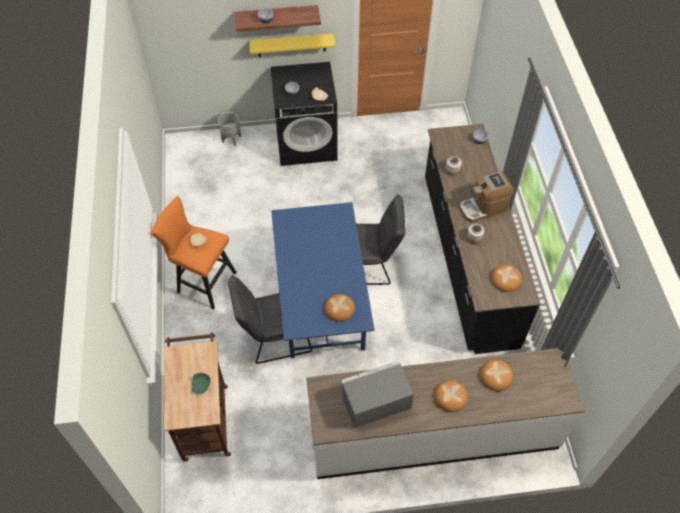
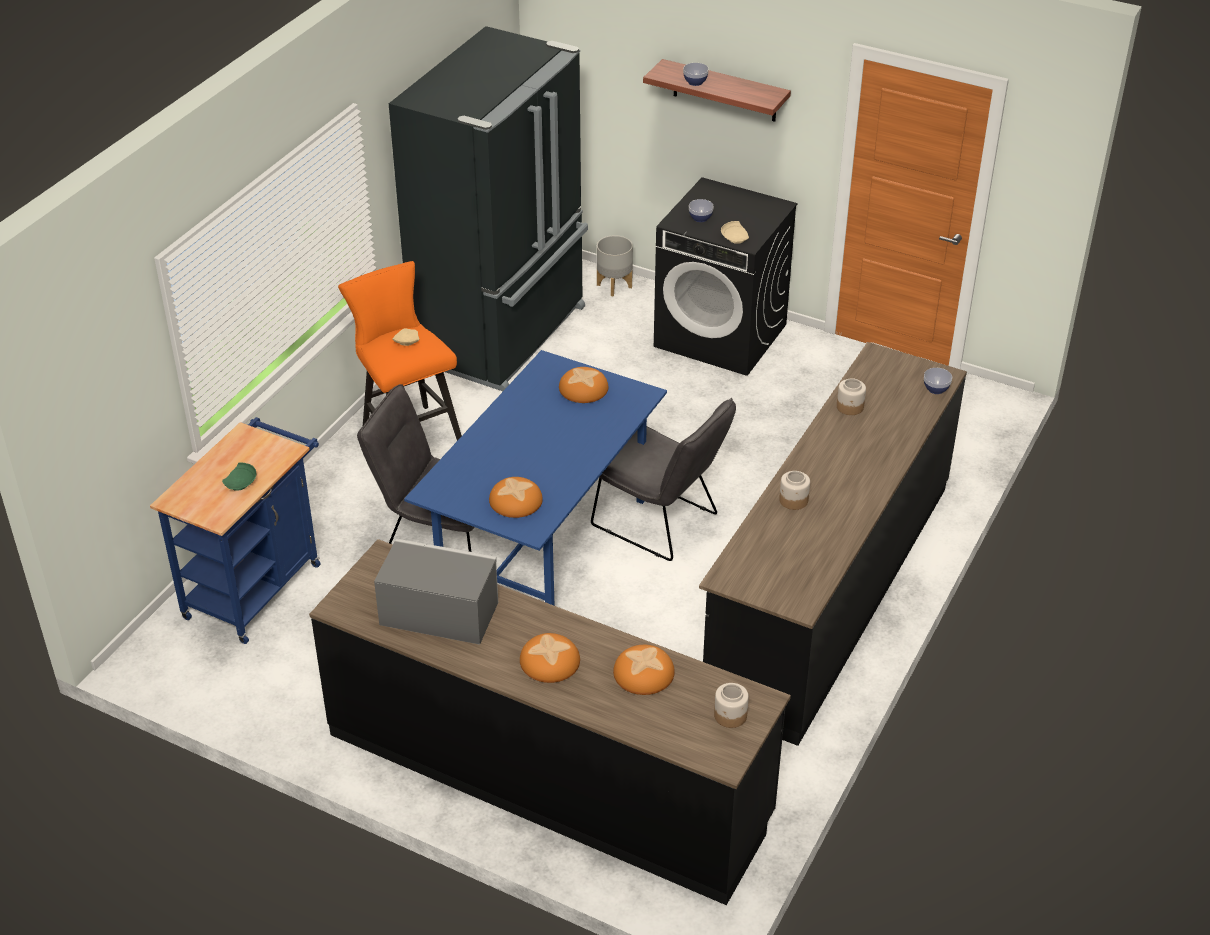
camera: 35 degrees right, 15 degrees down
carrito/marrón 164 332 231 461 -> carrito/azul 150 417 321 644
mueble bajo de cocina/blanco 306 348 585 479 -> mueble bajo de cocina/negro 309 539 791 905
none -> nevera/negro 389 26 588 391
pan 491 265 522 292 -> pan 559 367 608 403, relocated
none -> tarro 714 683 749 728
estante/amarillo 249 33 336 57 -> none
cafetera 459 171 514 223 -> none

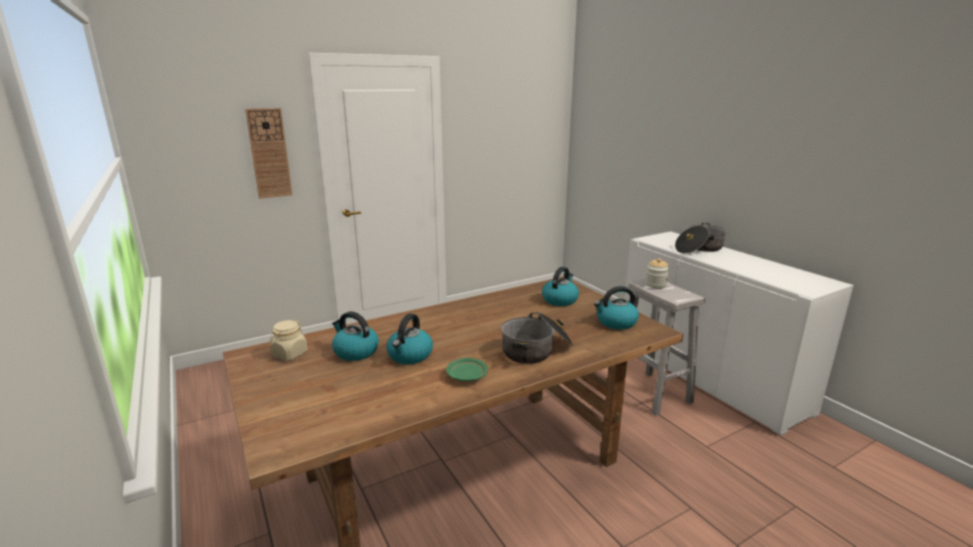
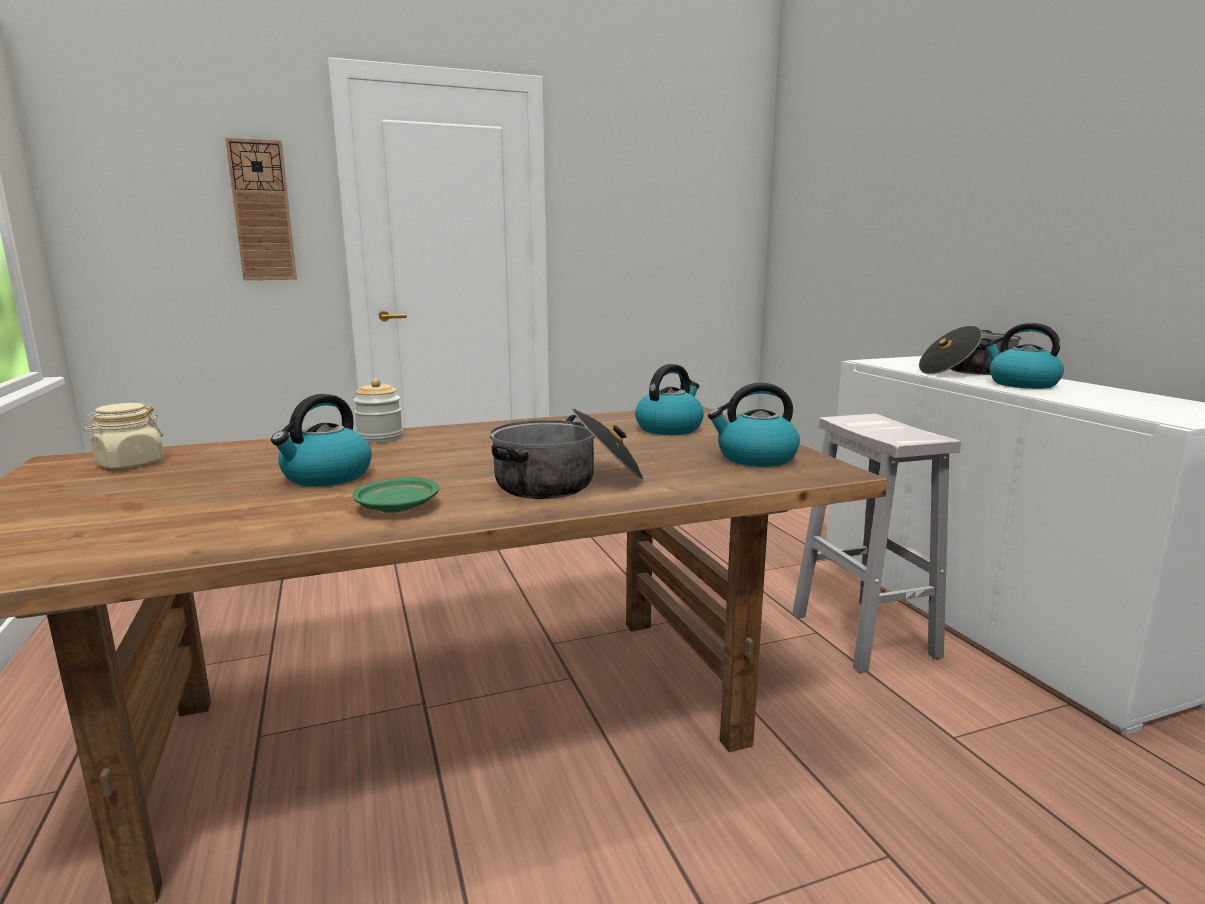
camera: 10 degrees right, 5 degrees down
tarro 646 258 669 288 -> tarro 353 378 403 443, relocated
hervidor 332 311 379 361 -> hervidor 984 323 1064 389, relocated

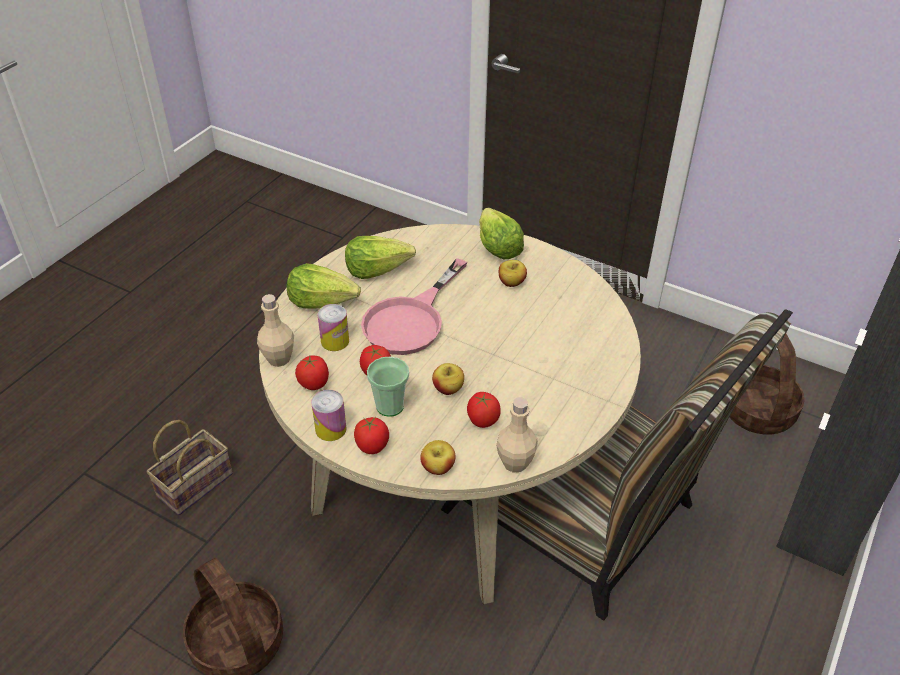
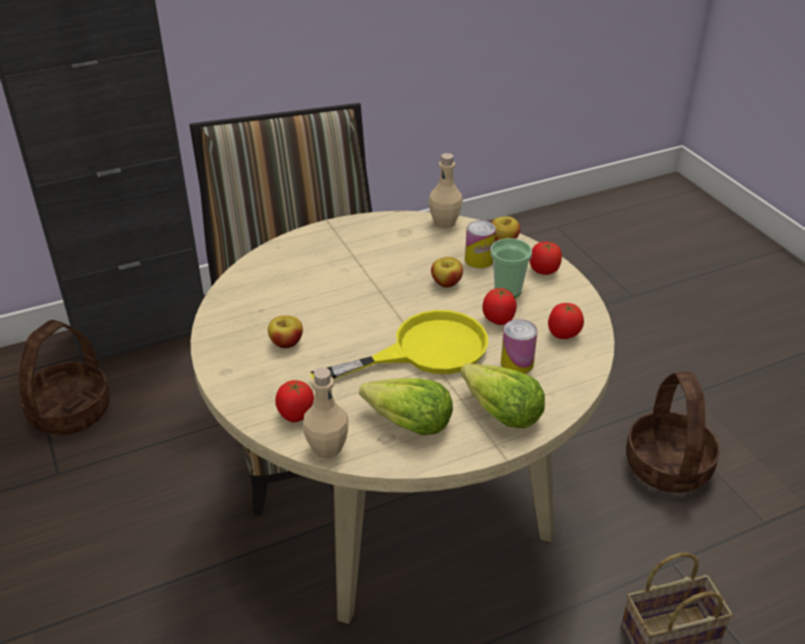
camera: 145 degrees left, 5 degrees down
tomate 467 392 501 428 -> tomate 275 380 314 422, relocated
botella/beis 257 294 294 367 -> botella/beis 303 367 348 459, relocated
sartén/rosa 361 258 467 355 -> sartén/amarillo 310 310 488 379
lata 311 390 347 441 -> lata 465 220 496 268, relocated
lechuga 479 208 524 259 -> none

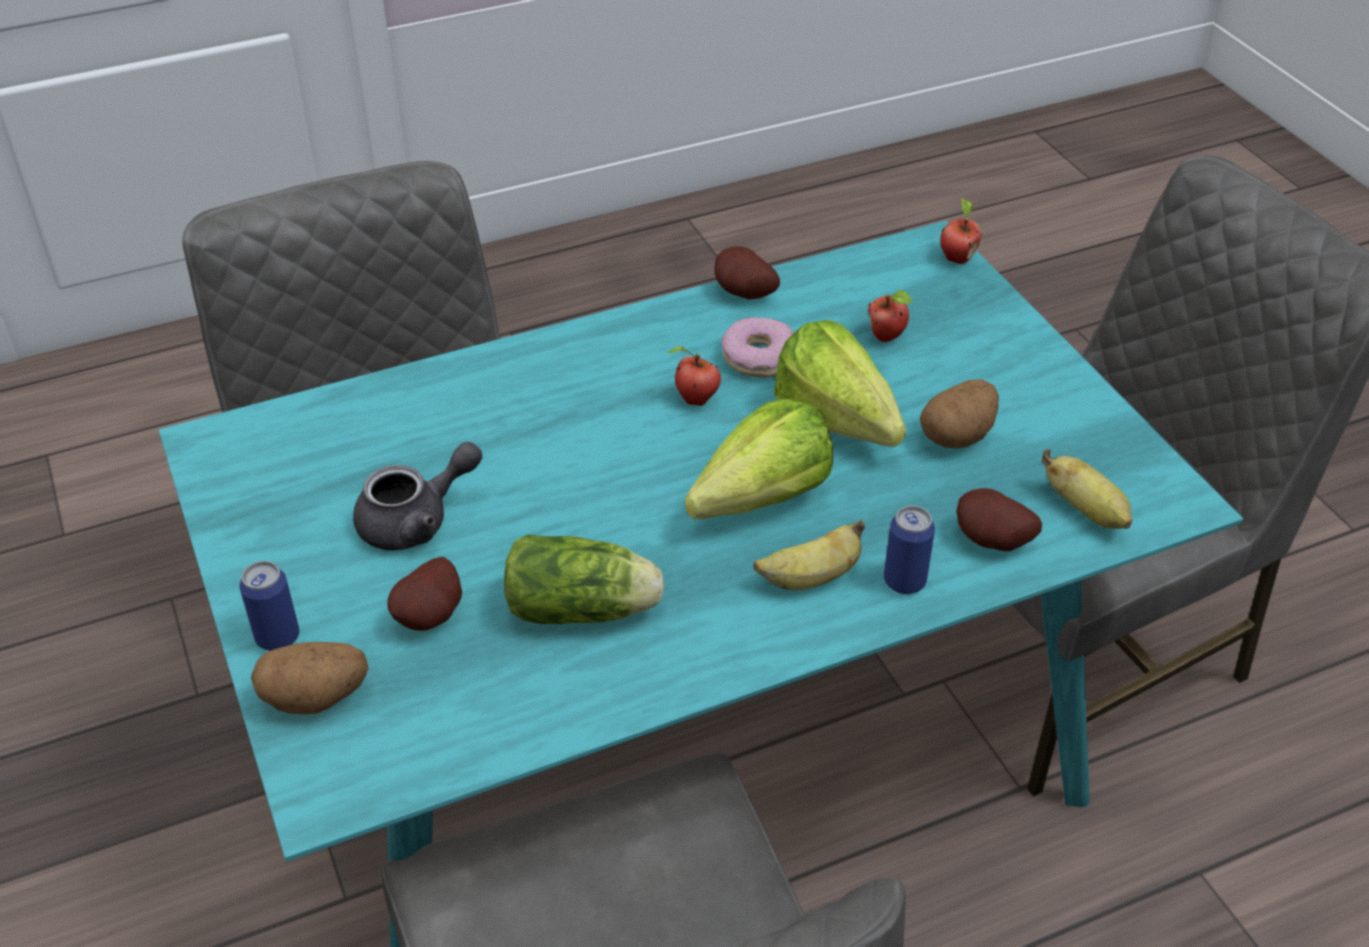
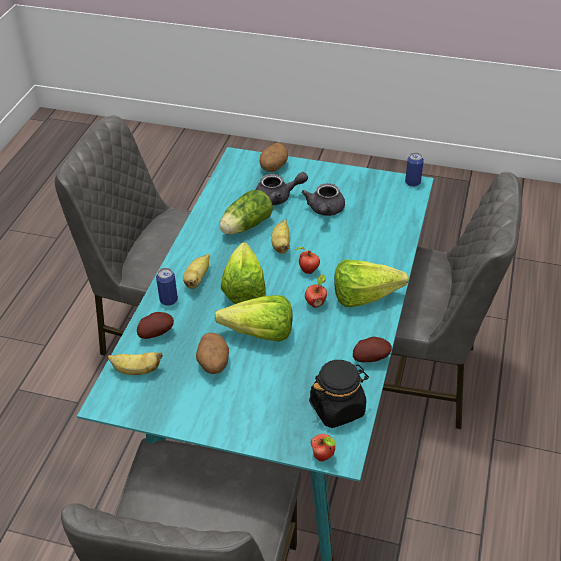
camera: 130 degrees right, 0 degrees up
patata 387 557 462 631 -> tetera/gris 256 172 308 205
none -> plátano 271 219 290 254
manzana 868 290 912 342 -> manzana 296 247 320 274, relocated
none -> tarro/negro 309 360 369 428
none -> lechuga 334 260 409 307
lata 239 561 299 651 -> lata 405 152 424 187, relocated
rosquilla 722 317 794 377 -> none

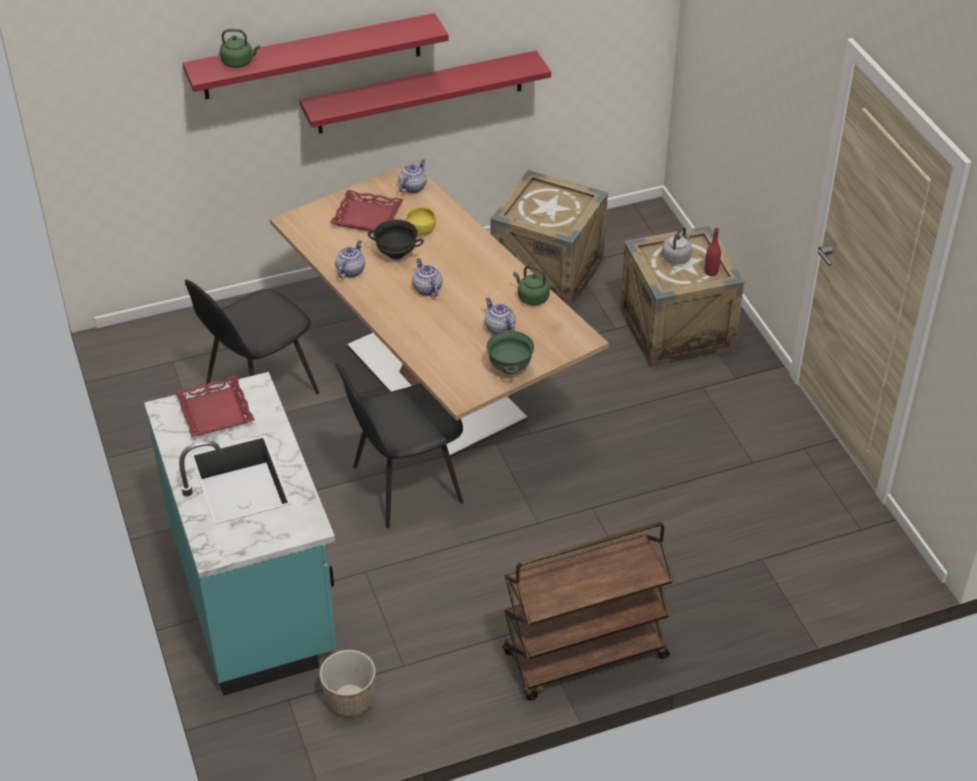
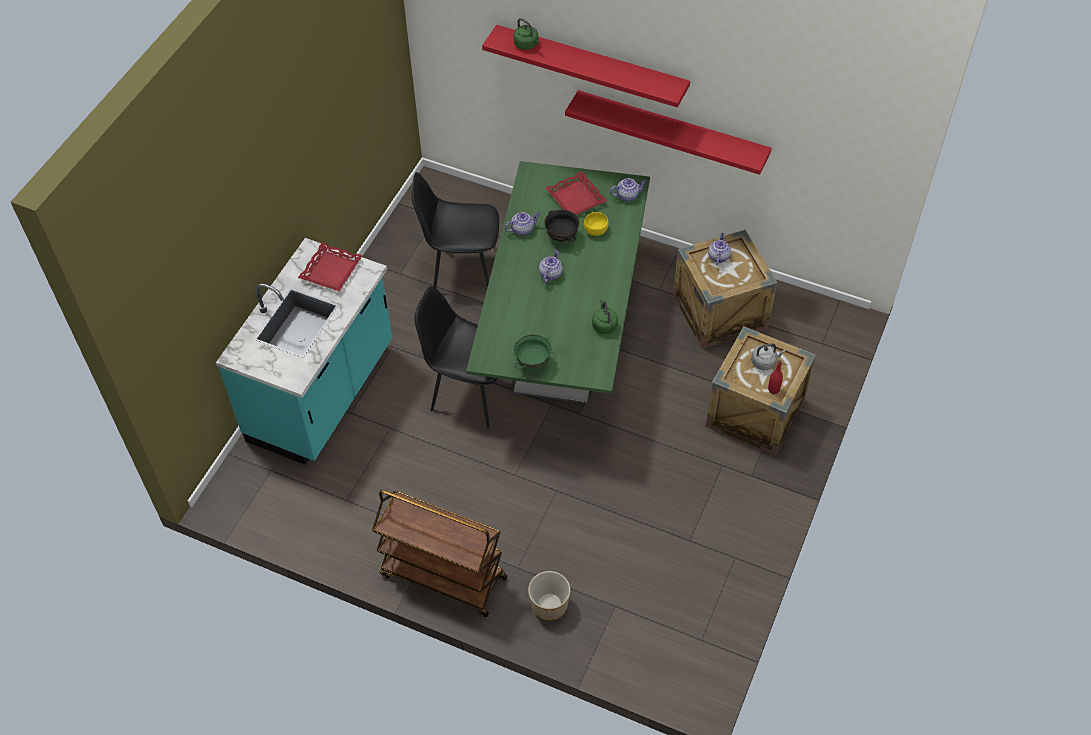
camera: 45 degrees right, 10 degrees up
mesa de comedor/beis 270 162 609 458 -> mesa de comedor/verde 466 161 650 404
maceta 319 650 376 717 -> maceta 528 571 570 621, relocated
tetera 485 298 516 335 -> tetera 708 233 731 266, relocated

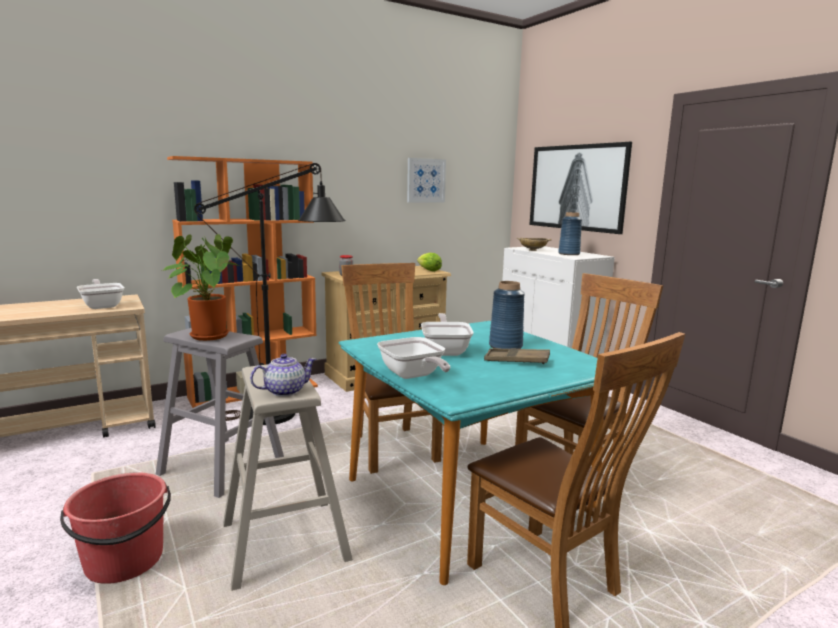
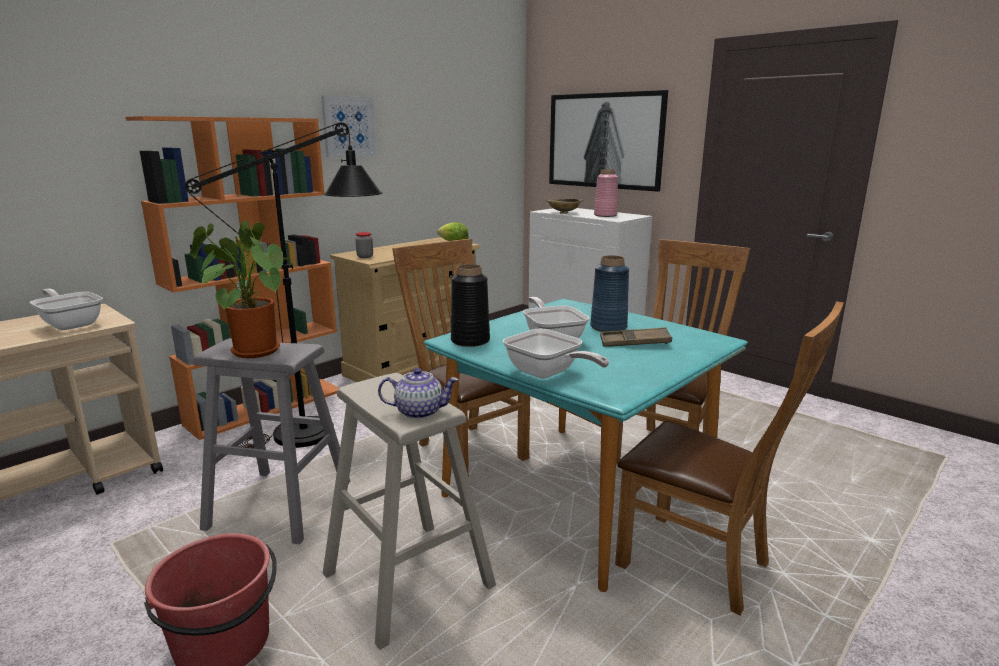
camera: 15 degrees left, 5 degrees up
cuadro 407 158 446 203 -> cuadro 321 95 377 157, relocated
tetera 250 354 316 397 -> tetera 378 368 459 419, 45 degrees clockwise
none -> florero/negro 451 264 490 347
florero/azul 558 212 582 255 -> florero/rosa 594 169 618 217

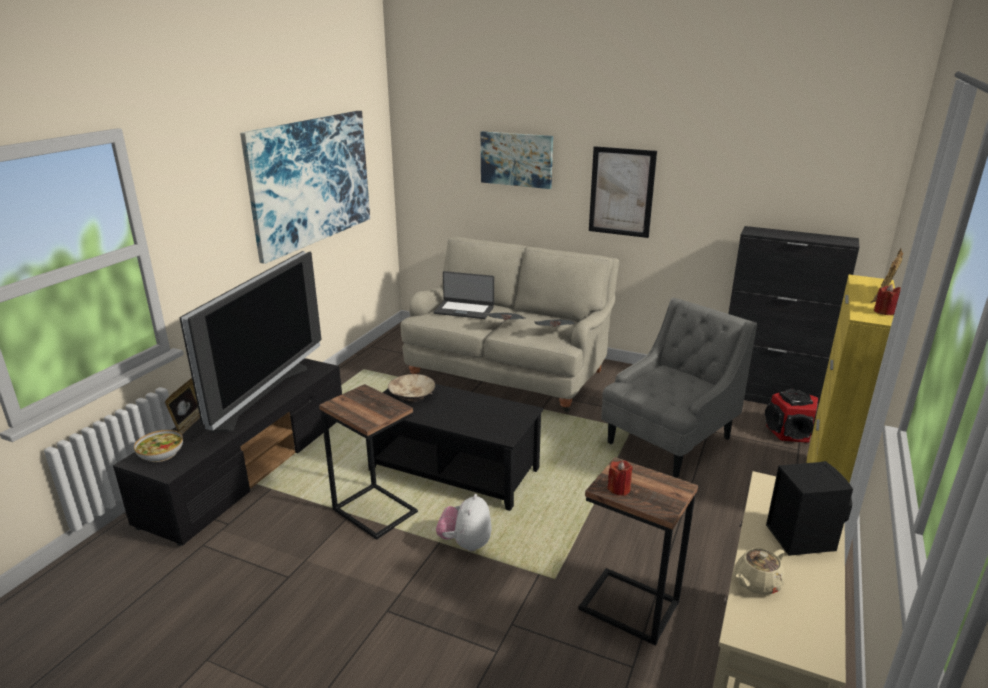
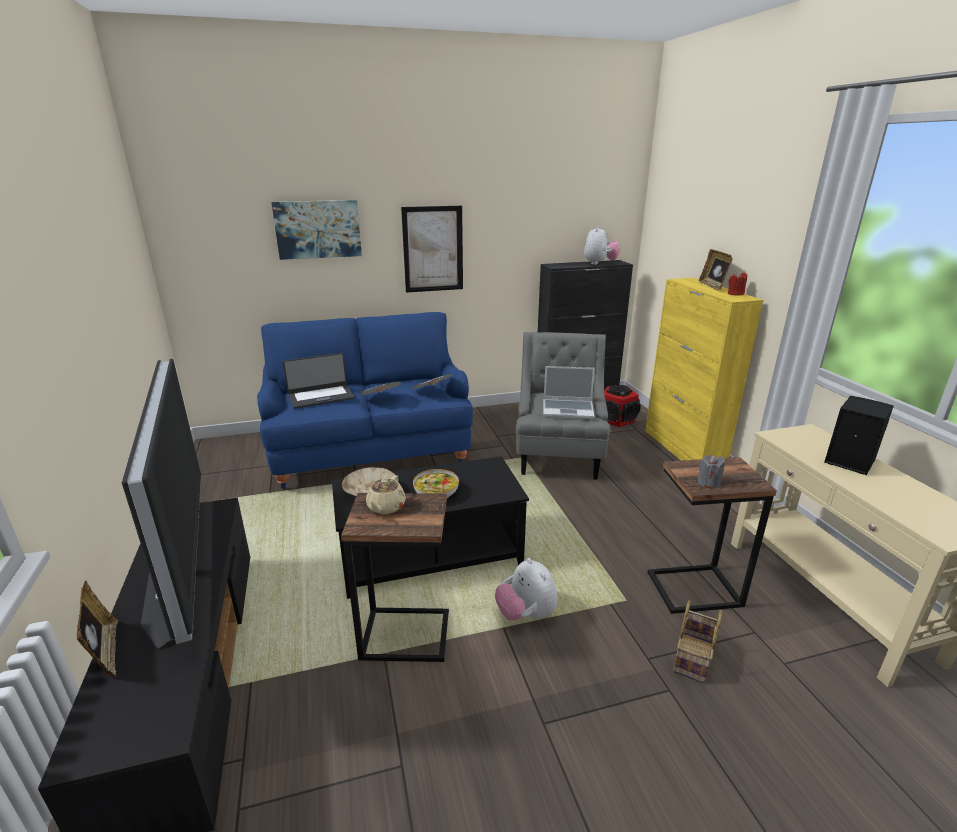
camera: 40 degrees left, 0 degrees up
sofá/beis 401 237 619 412 -> sofá/azul 257 312 473 489
tetera/beis 735 548 785 594 -> tetera/beis 366 475 406 514, relocated
cuenco 134 430 183 462 -> cuenco 413 469 459 498, relocated
none -> portátil 543 366 595 419
none -> peluche 584 226 620 265
none -> cesta 673 600 722 683
vela/rojo 607 460 632 496 -> vela/gris 698 455 725 488
cuadro 240 111 370 264 -> none

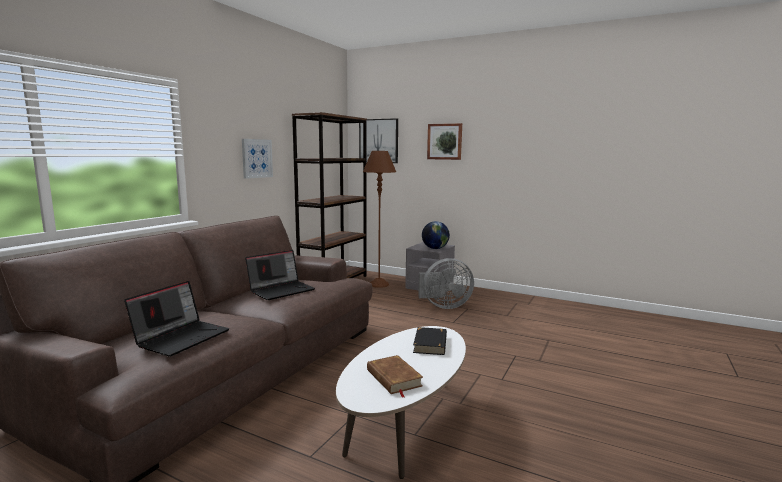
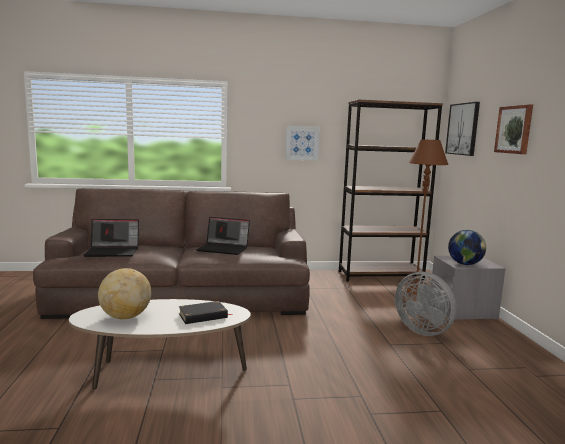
camera: 55 degrees right, 0 degrees up
libro/marrón 367 355 423 398 -> globo terráqueo 98 268 151 319

